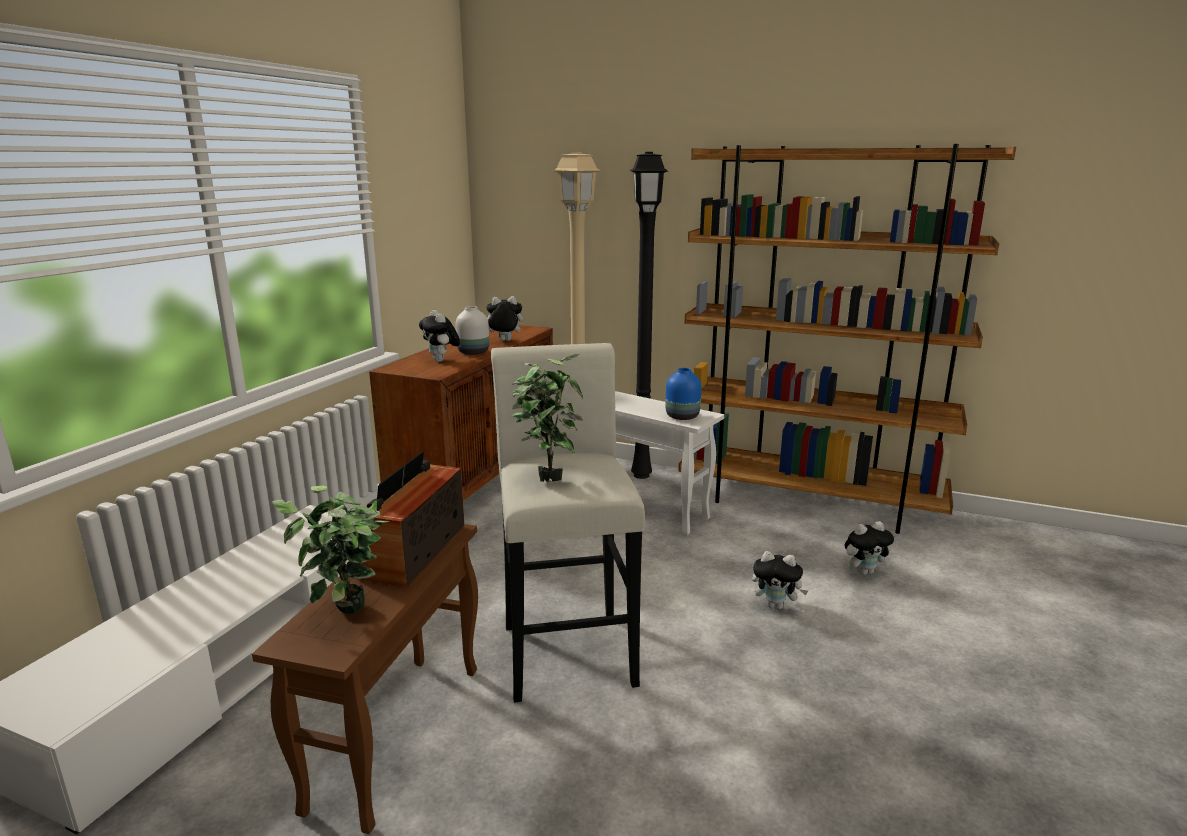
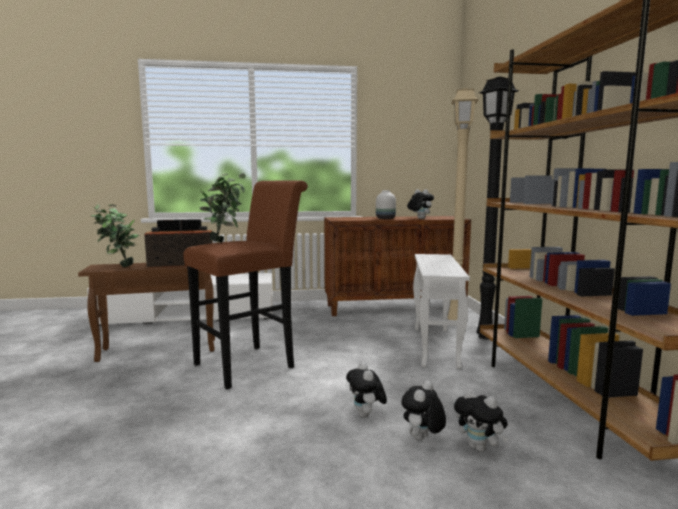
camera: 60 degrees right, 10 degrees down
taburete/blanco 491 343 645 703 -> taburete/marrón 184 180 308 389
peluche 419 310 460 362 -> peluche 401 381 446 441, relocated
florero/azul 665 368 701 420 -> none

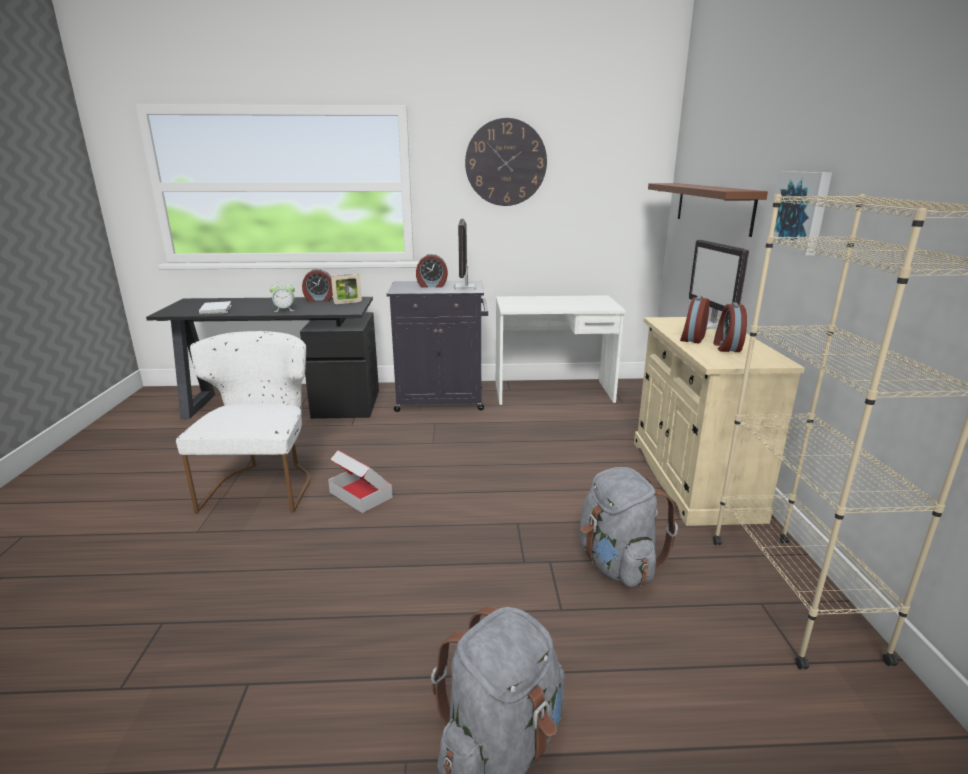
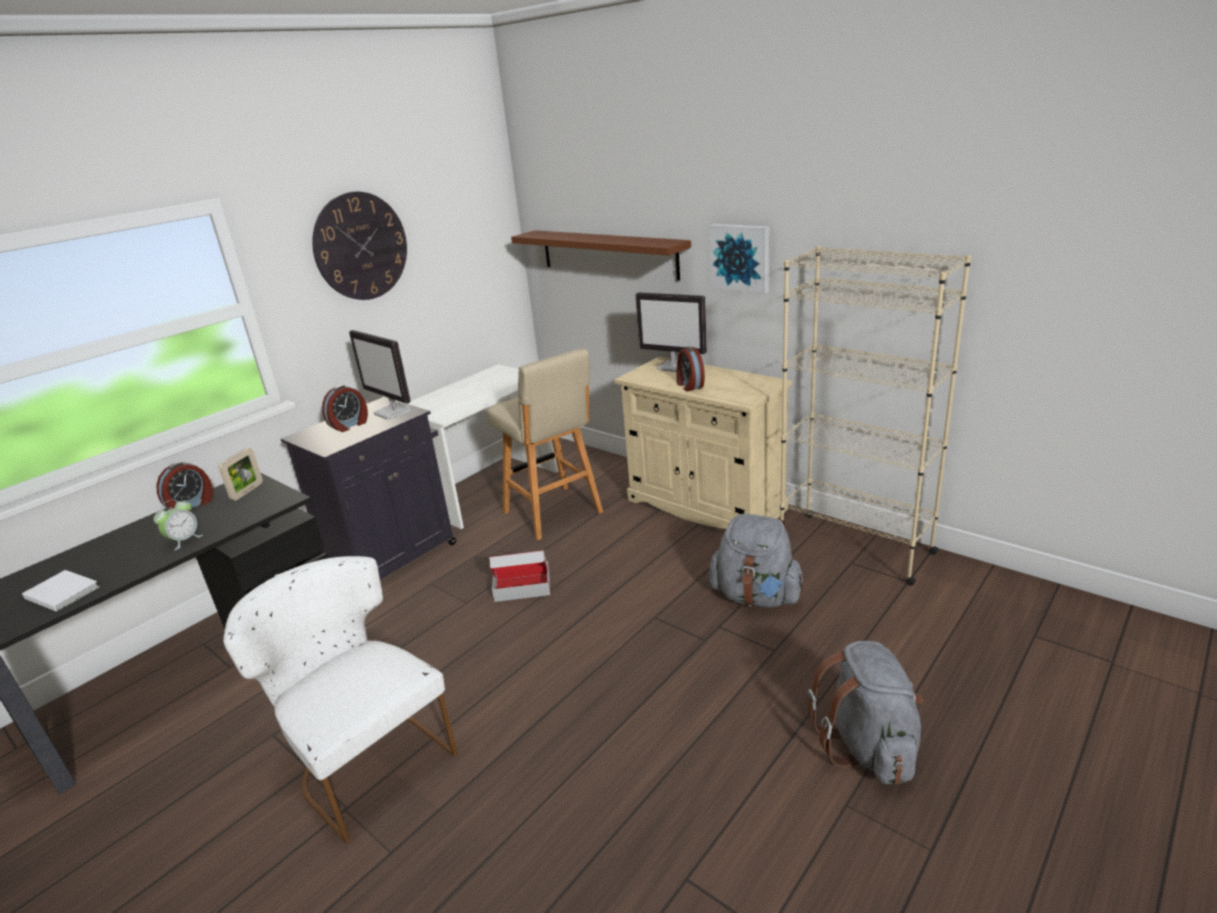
camera: 45 degrees left, 5 degrees up
none -> taburete/beis 487 348 603 540
caja de cartón 328 450 393 513 -> caja de cartón 489 550 550 602, relocated
despertador 713 302 747 352 -> none

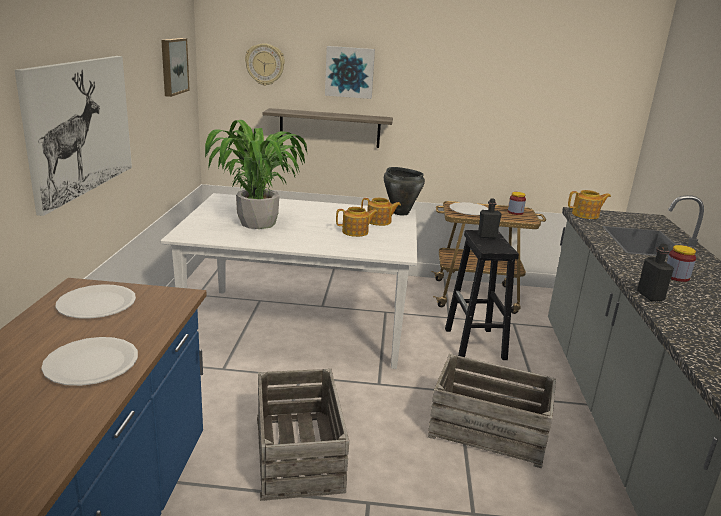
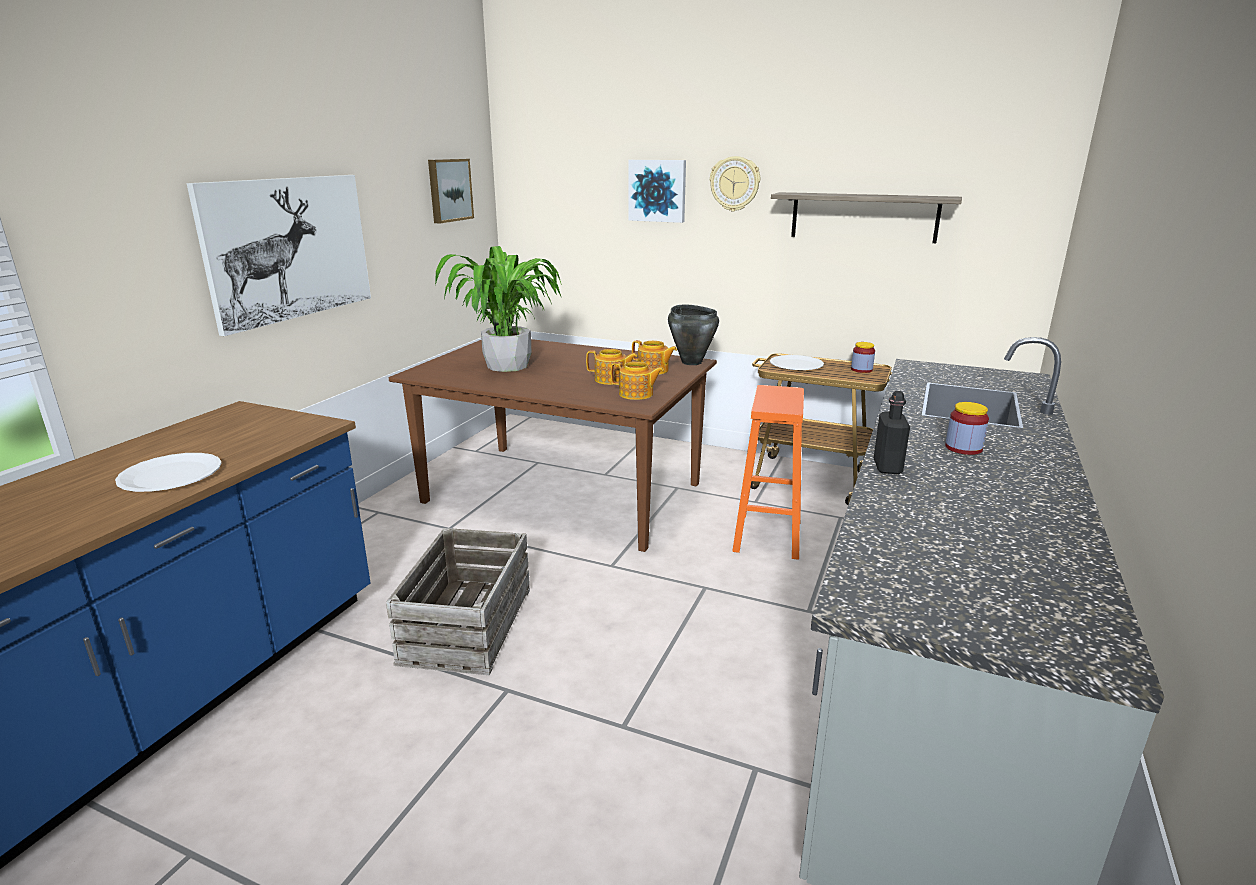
camera: 20 degrees right, 0 degrees up
mesa de comedor/blanco 161 193 417 369 -> mesa de comedor/marrón 389 339 717 552
tetera 568 190 611 219 -> tetera 611 361 664 400, relocated
reloj de pared 245 43 285 86 -> reloj de pared 710 156 760 211, relocated
taburete/negro 445 230 519 360 -> taburete/naranja 732 385 804 560
estante 263 108 393 148 -> estante 771 192 962 243, relocated
plato/blanco 55 284 136 319 -> none
caja de embalaje 428 354 556 468 -> none
botella/negro 478 198 502 238 -> none

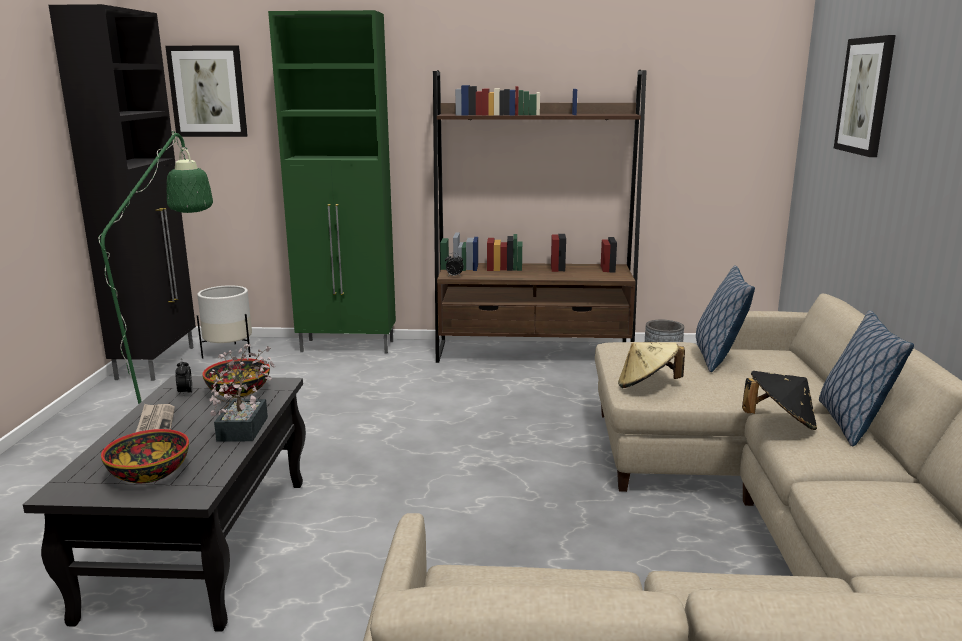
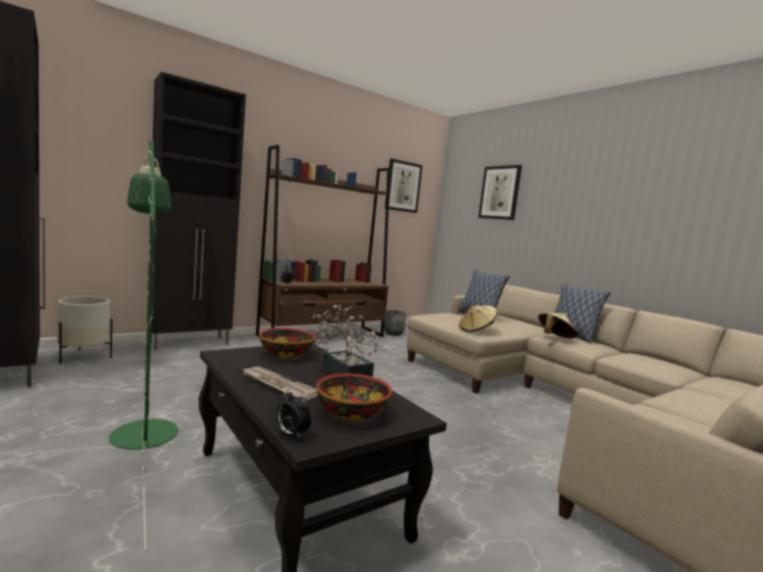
camera: 40 degrees left, 10 degrees down
armario/verde 268 10 396 354 -> armario/negro 147 72 246 350
despertador 175 358 192 396 -> despertador 276 388 312 439, relocated
cuadro 165 45 248 137 -> cuadro 385 159 423 213, relocated
sombrero/negro 742 371 817 430 -> sombrero/beis 538 313 578 339

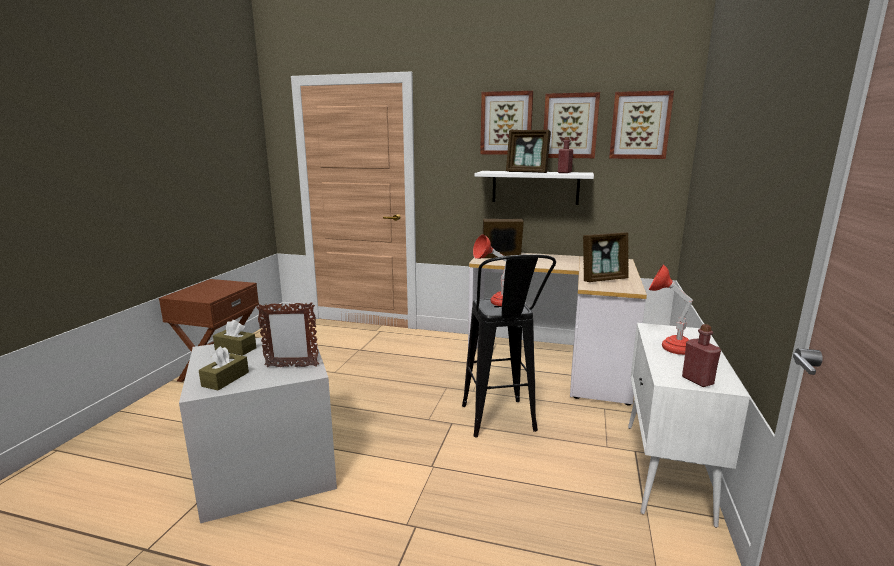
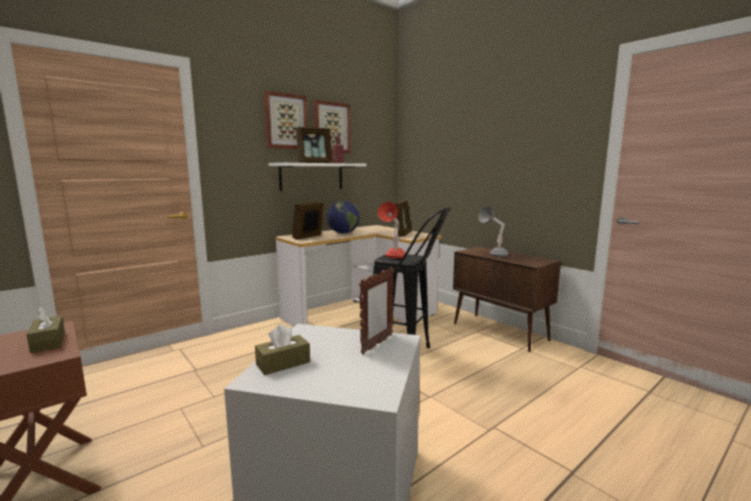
camera: 55 degrees left, 5 degrees down
caja de pañuelos/marrón 199 346 249 390 -> caja de pañuelos/marrón 27 307 65 353, relocated
none -> globo terráqueo 327 201 360 234
armario/blanco 628 323 750 528 -> armario/marrón 453 247 561 352
lámpara de mesa/rojo 649 265 693 355 -> lámpara de mesa/gris 478 206 509 257
cuadro 609 91 674 159 -> none
botella/rojo 682 324 721 387 -> none

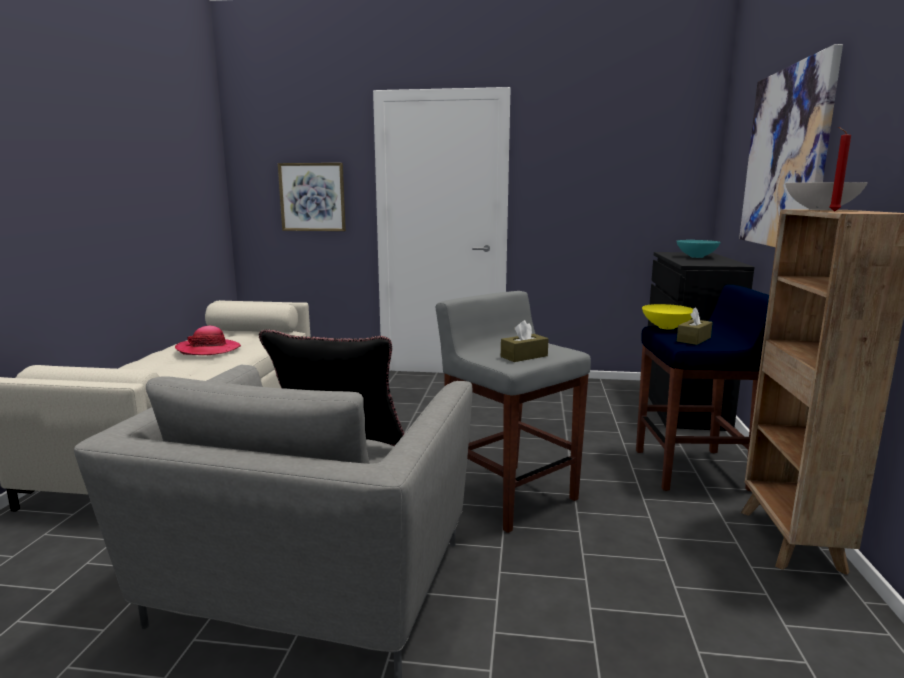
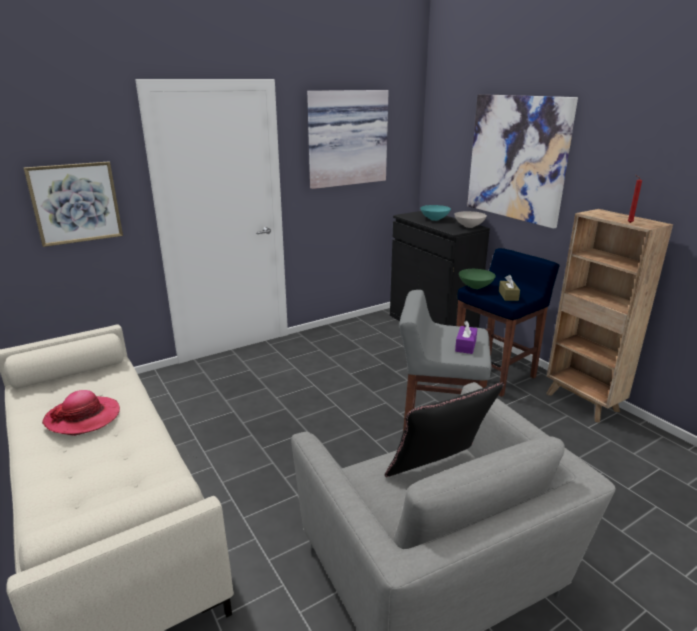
camera: 40 degrees left, 10 degrees up
none -> cuadro 307 90 389 189
cuenco/blanco 785 182 868 210 -> cuenco/blanco 454 211 487 228, relocated
caja de pañuelos/marrón 501 320 549 362 -> caja de pañuelos/morado 455 321 478 354
cuenco/amarillo 642 304 693 330 -> cuenco/verde 459 269 496 289

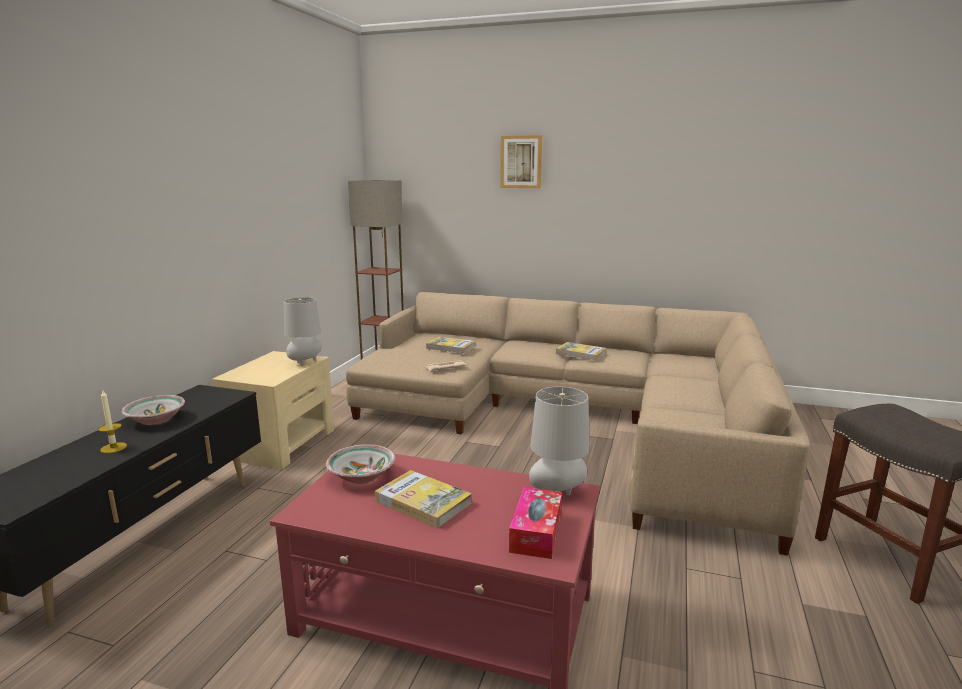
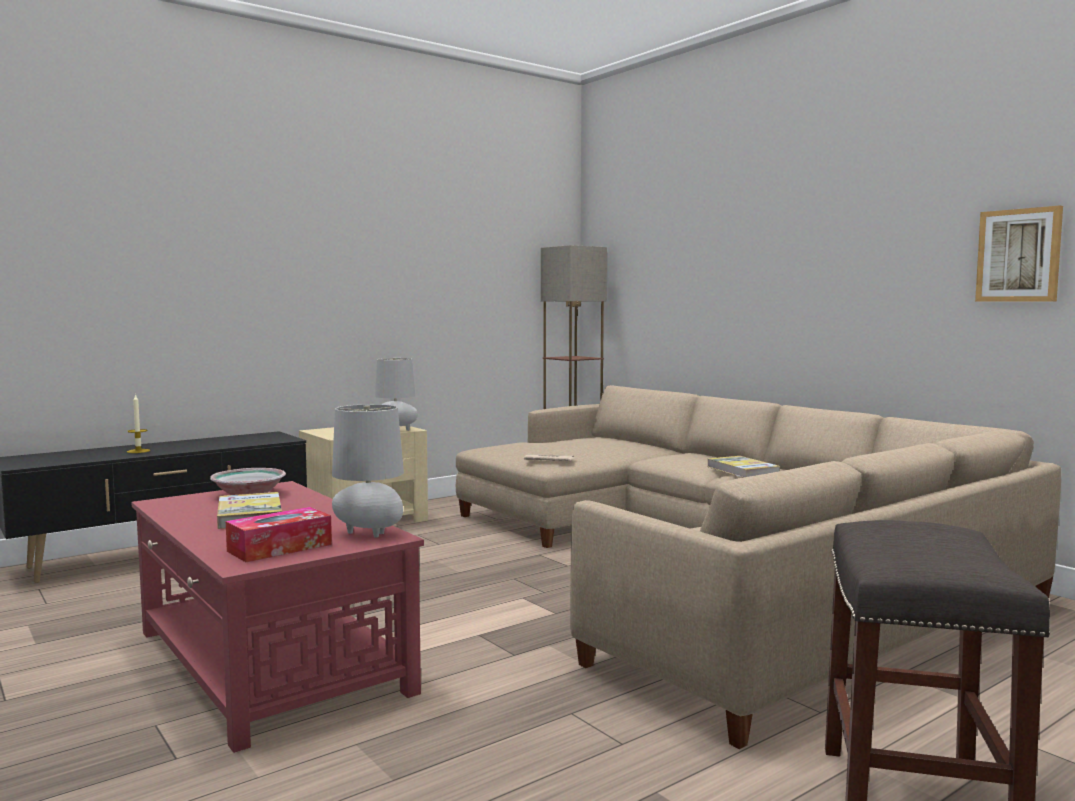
camera: 35 degrees right, 10 degrees down
cuadro 500 135 542 188 -> cuadro 975 206 1063 302, relocated
cuenco 122 395 185 425 -> none
libro 426 337 475 354 -> none

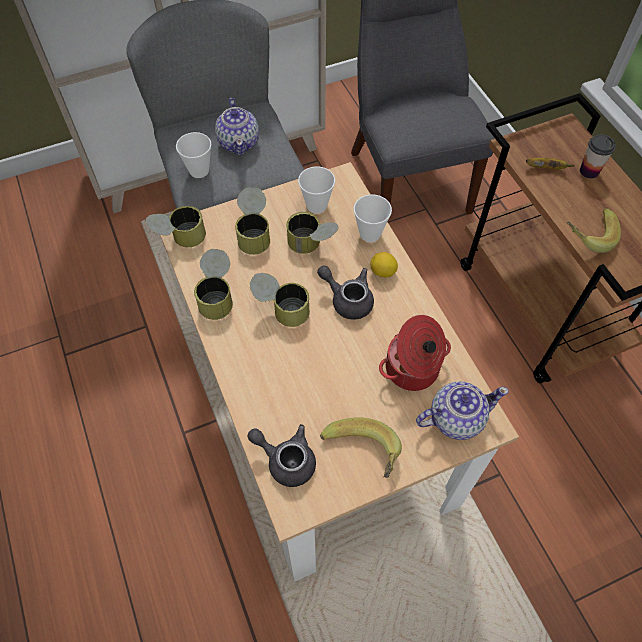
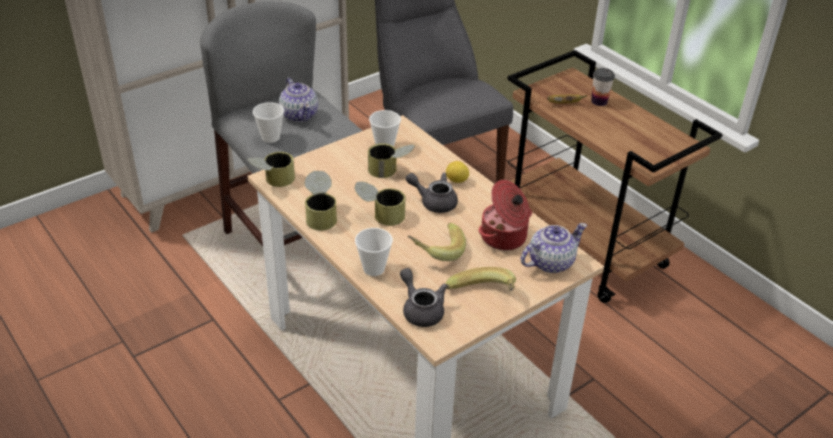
camera: 15 degrees left, 20 degrees down
taza 354 194 392 242 -> taza 355 228 393 276, relocated
tetera/gris 247 424 316 487 -> tetera/gris 400 268 447 327, 45 degrees clockwise
plátano 567 208 621 253 -> plátano 407 223 466 261, relocated
lata 235 187 270 255 -> none

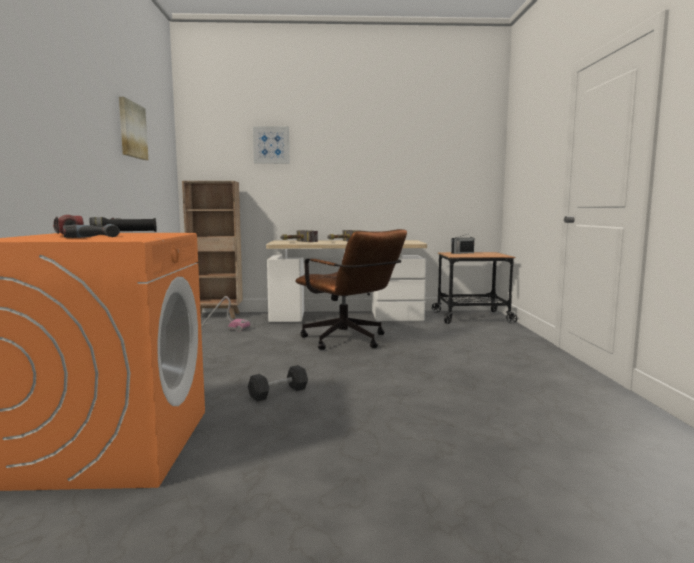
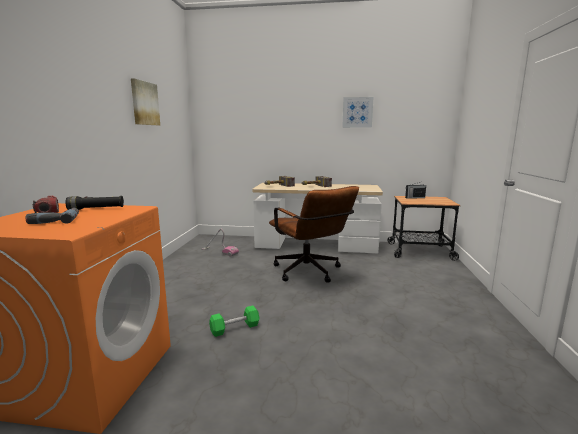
camera: 10 degrees right, 5 degrees up
mancuerna/negro 248 365 308 401 -> mancuerna/verde 209 306 260 337
cuadro 253 126 290 163 -> cuadro 342 97 373 128, relocated
estantería/marrón 182 181 243 319 -> none

